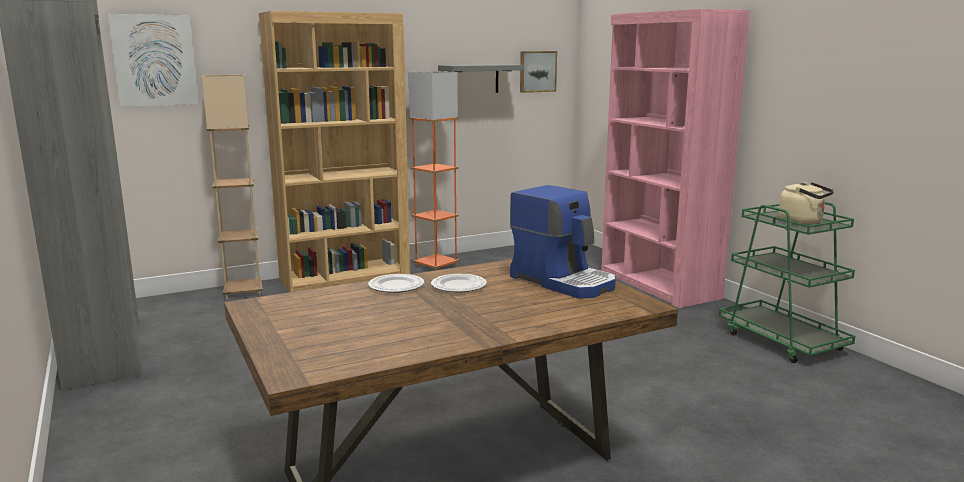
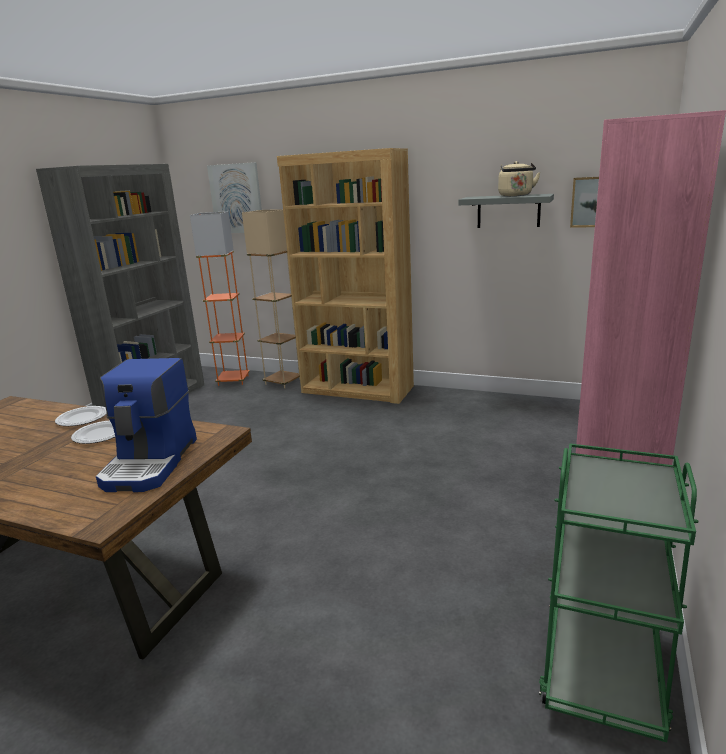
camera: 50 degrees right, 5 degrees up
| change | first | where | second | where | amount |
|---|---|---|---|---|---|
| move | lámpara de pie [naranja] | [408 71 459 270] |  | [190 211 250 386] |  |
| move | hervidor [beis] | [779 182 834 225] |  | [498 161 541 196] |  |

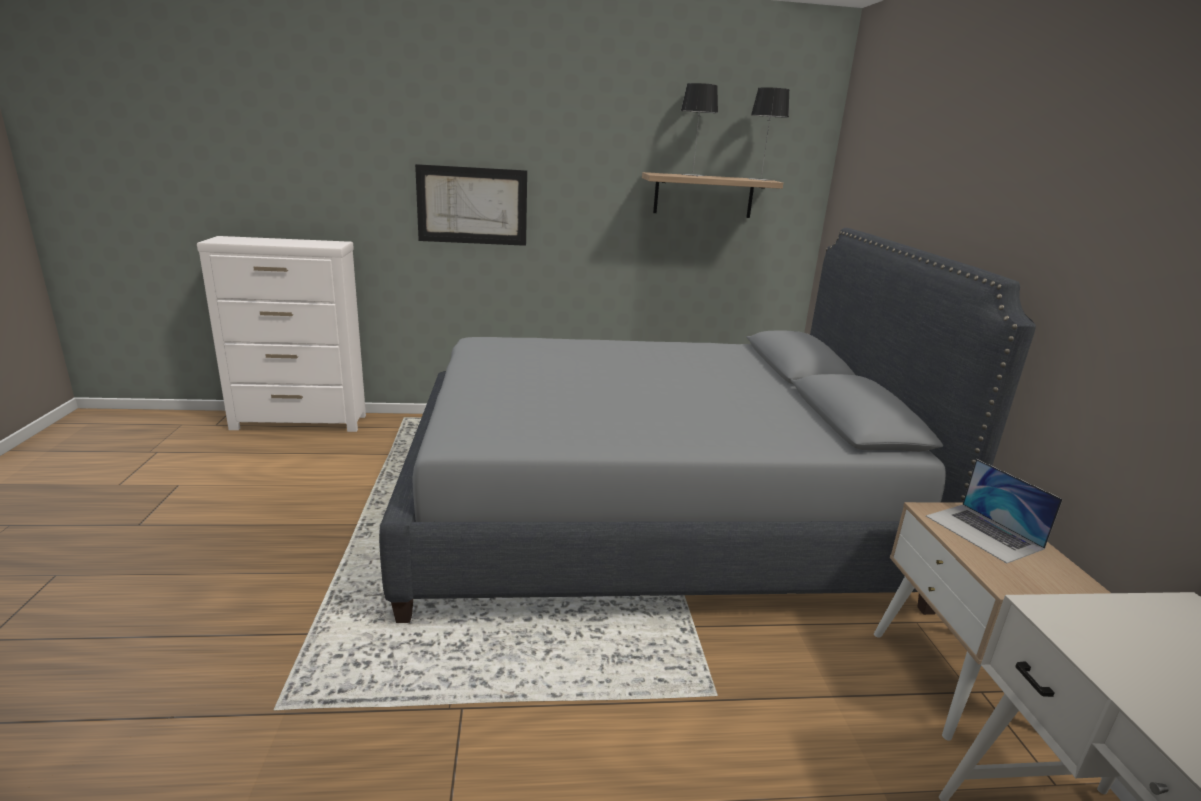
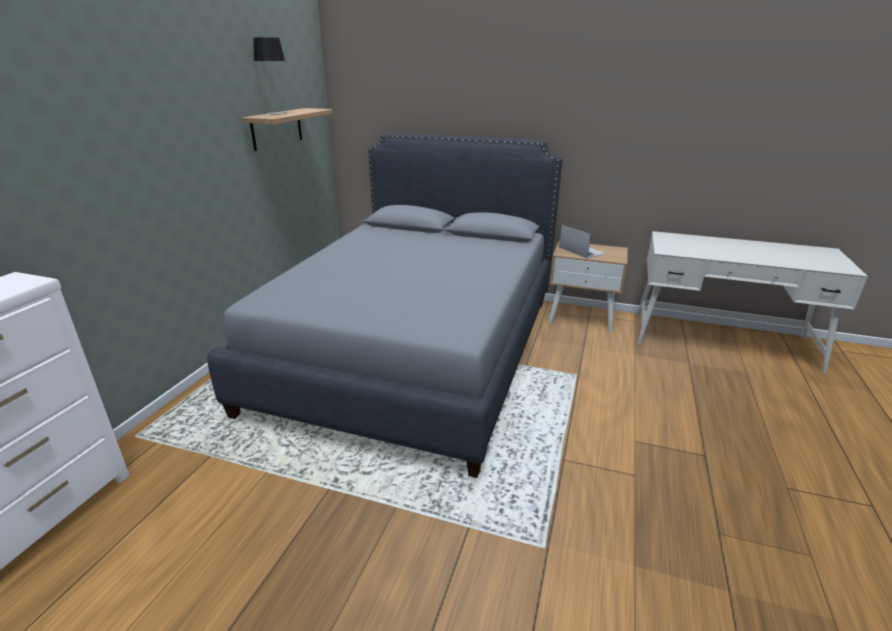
camera: 65 degrees left, 5 degrees up
| change | first | where | second | where | amount |
|---|---|---|---|---|---|
| delete | lámpara de mesa | [748 87 789 181] |  |  |  |
| delete | cuadro | [415 164 527 246] |  |  |  |
| rotate | portátil | [926 459 1063 563] |  | [559 225 606 259] | 120 degrees counterclockwise |

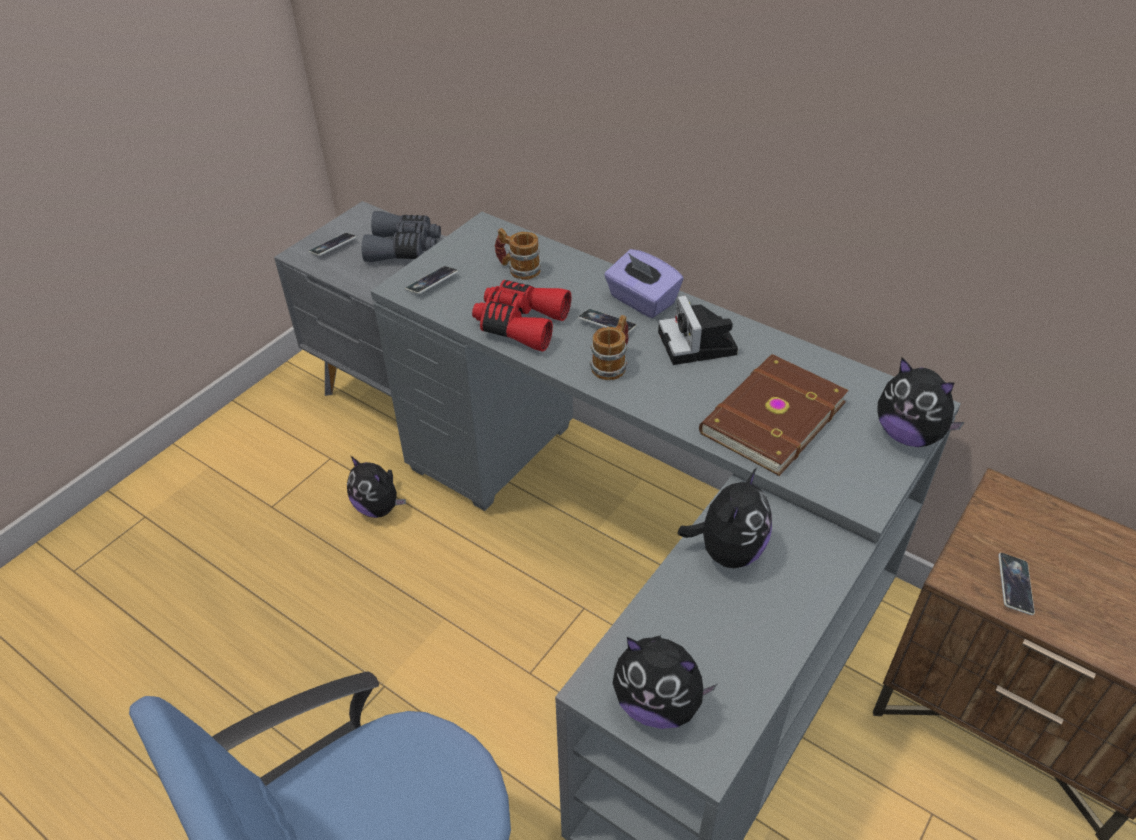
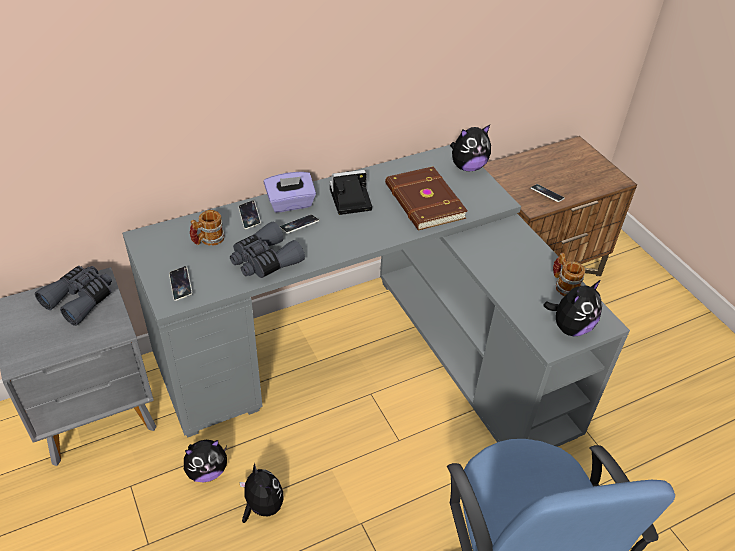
camera: 65 degrees left, 0 degrees up
| change | first | where | second | where | amount |
|---|---|---|---|---|---|
| move | móvil | [309 233 356 256] |  | [238 200 261 230] |  |
| recolor | prismáticos [rojo] | [472 280 571 352] | prismáticos [gris] | [230 221 305 278] |  |
| rotate | cámara | [658 295 738 365] |  | [329 170 372 215] | 150 degrees clockwise |
| move | taza grande | [589 315 629 380] |  | [553 253 585 296] |  |
| move | peluche | [678 468 772 568] |  | [239 463 283 523] |  |

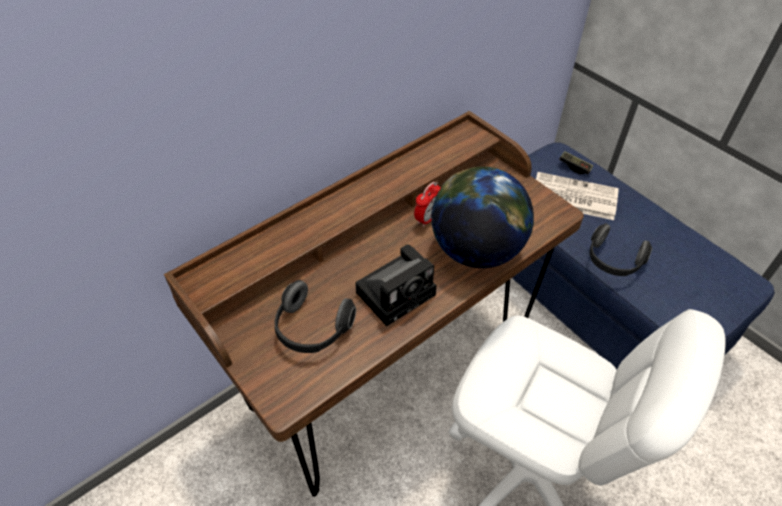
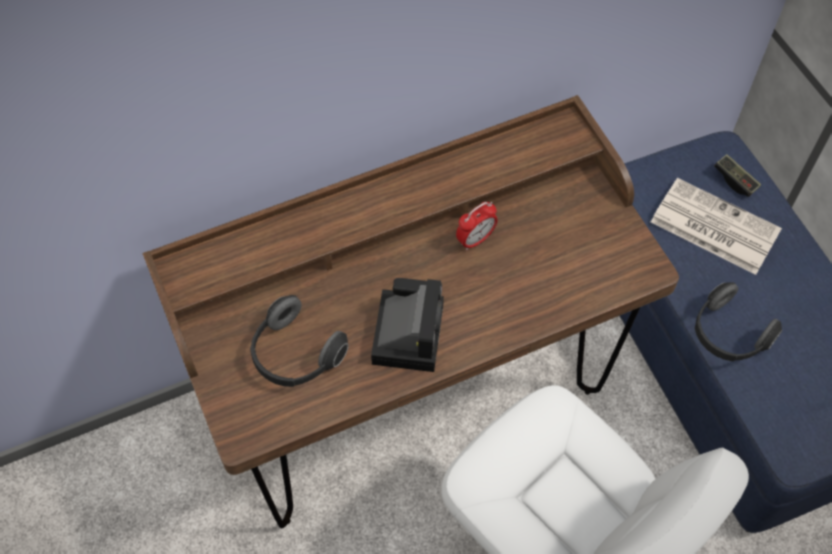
camera: 15 degrees right, 10 degrees up
| change | first | where | second | where | amount |
|---|---|---|---|---|---|
| delete | globo terráqueo | [431 167 534 268] |  |  |  |
| rotate | cámara | [355 244 437 326] |  | [371 278 444 372] | 60 degrees counterclockwise |

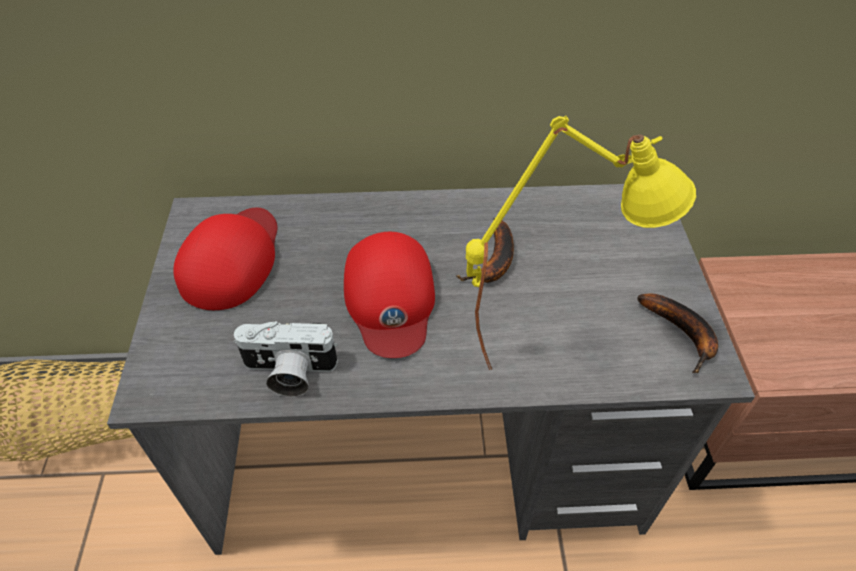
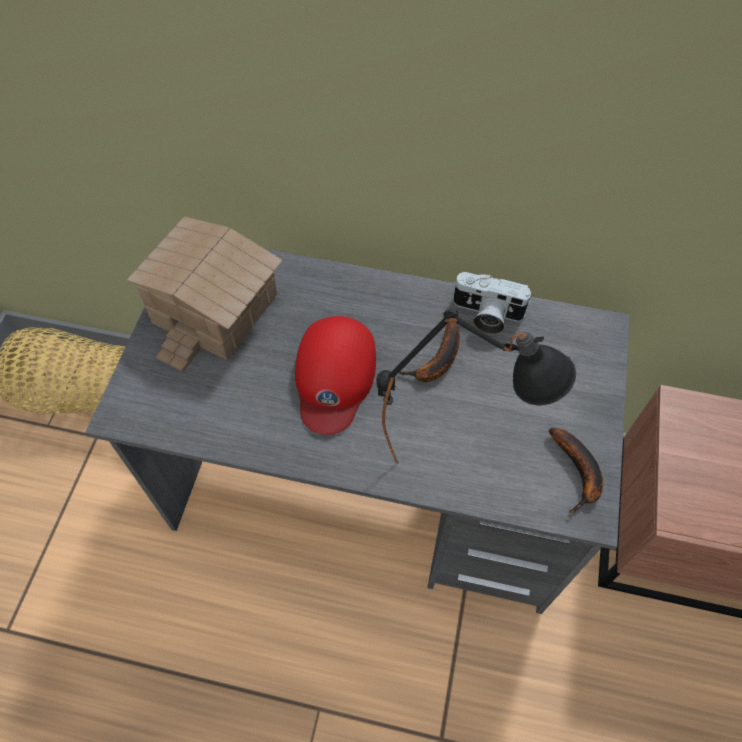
camera: 15 degrees right, 10 degrees up
| change | first | where | second | where | amount |
|---|---|---|---|---|---|
| recolor | lámpara de mesa [amarillo] | [466 116 696 370] | lámpara de mesa [negro] | [376 309 576 464] |  |
| replace | gorra [rojo] | [173 207 278 310] | casita | [127 217 282 372] |  |
| move | cámara | [233 321 338 397] |  | [453 272 531 334] |  |

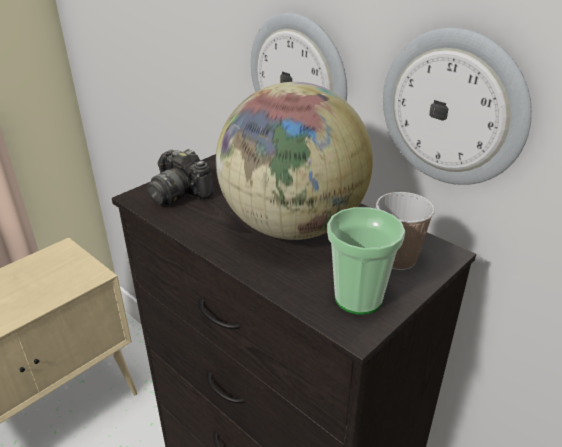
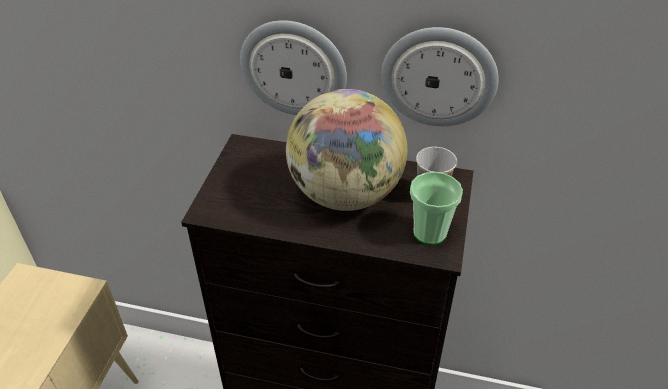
camera: 30 degrees left, 10 degrees up
| change | first | where | second | where | amount |
|---|---|---|---|---|---|
| delete | cámara | [147 149 214 205] |  |  |  |

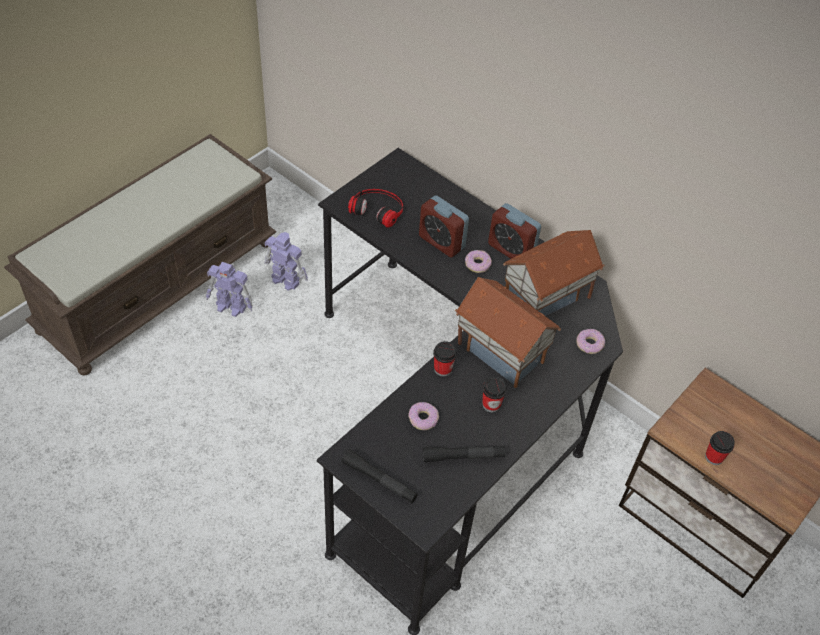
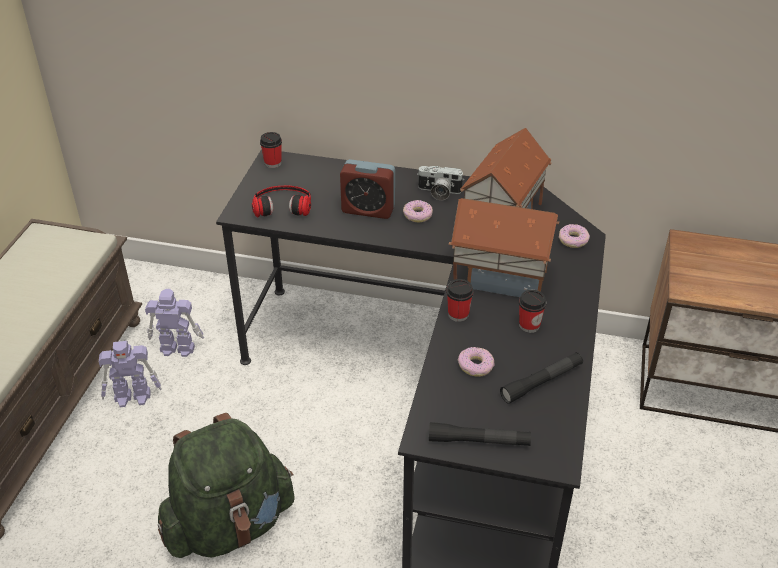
camera: 25 degrees left, 10 degrees down
| change | first | where | second | where | amount |
|---|---|---|---|---|---|
| replace | despertador | [488 203 541 259] | cámara | [417 166 463 200] |  |
| move | taza | [705 431 734 465] |  | [260 132 282 168] |  |
| insert |  |  | mochila [verde] | [158 413 295 558] |  |

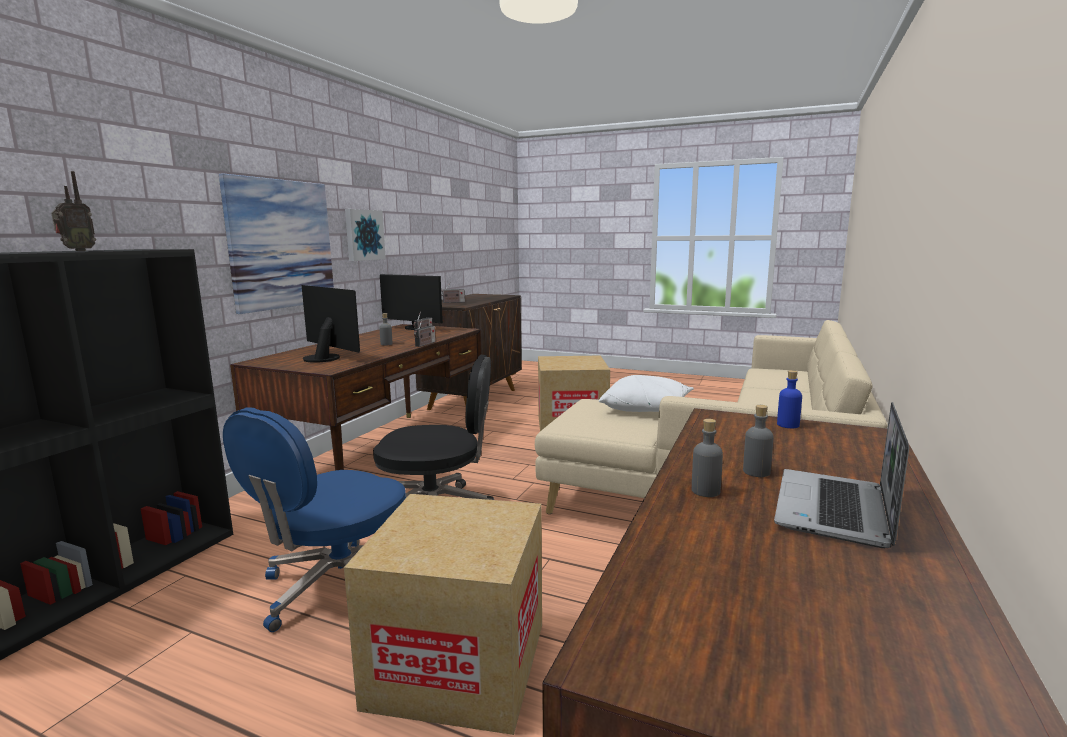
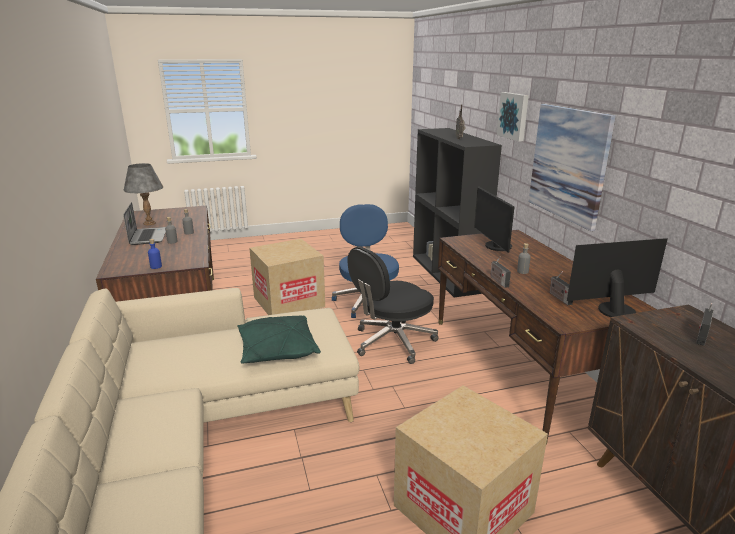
camera: 140 degrees right, 10 degrees up
| change | first | where | second | where | amount |
|---|---|---|---|---|---|
| move | cuadro | [345 209 386 261] |  | [497 92 529 142] |  |
| rotate | monitor | [302 285 360 363] |  | [474 187 515 253] | 75 degrees clockwise |
| recolor | cojín [blanco] | [599 375 694 412] | cojín [verde] | [237 315 321 364] |  |
| insert |  |  | lámpara de mesa [gris] | [123 163 163 225] |  |

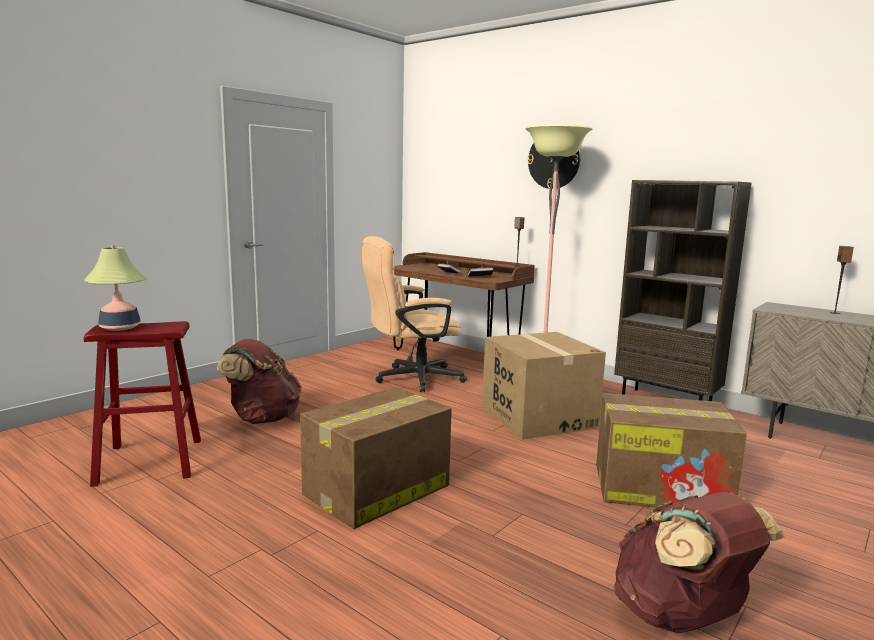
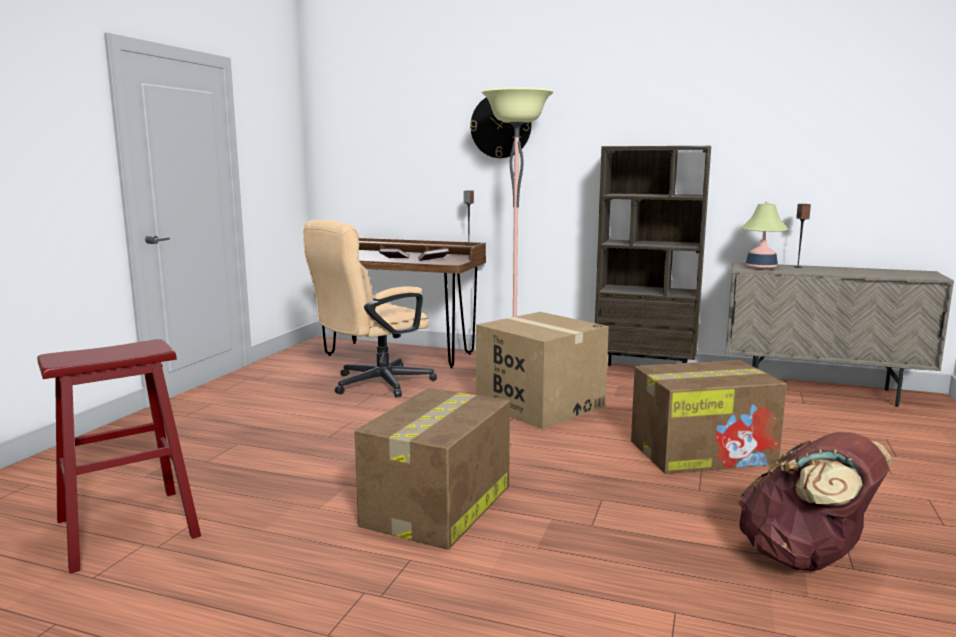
camera: 20 degrees left, 0 degrees up
| change | first | where | second | where | amount |
|---|---|---|---|---|---|
| move | lámpara de mesa | [84 245 147 331] |  | [741 202 789 269] |  |
| delete | mochila [marrón] | [217 339 302 424] |  |  |  |

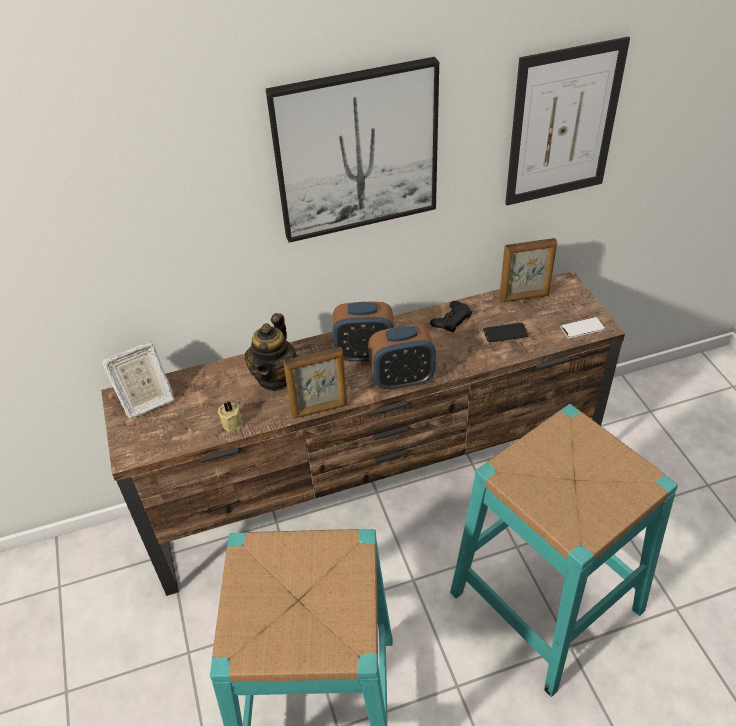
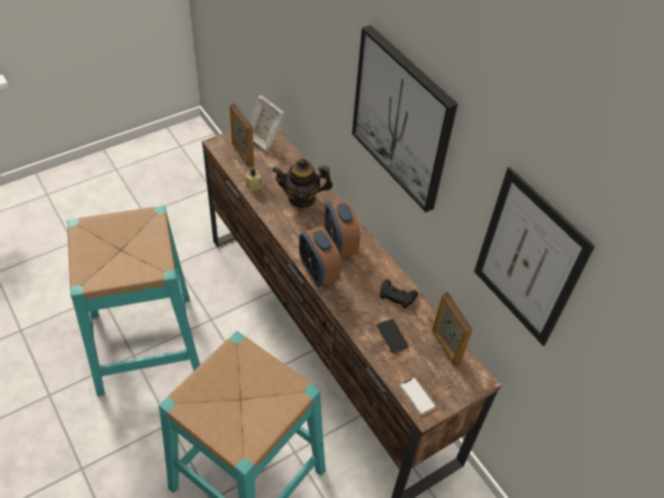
camera: 70 degrees right, 5 degrees up
| change | first | where | second | where | amount |
|---|---|---|---|---|---|
| move | portarretratos | [283 347 347 419] |  | [230 103 254 167] |  |

